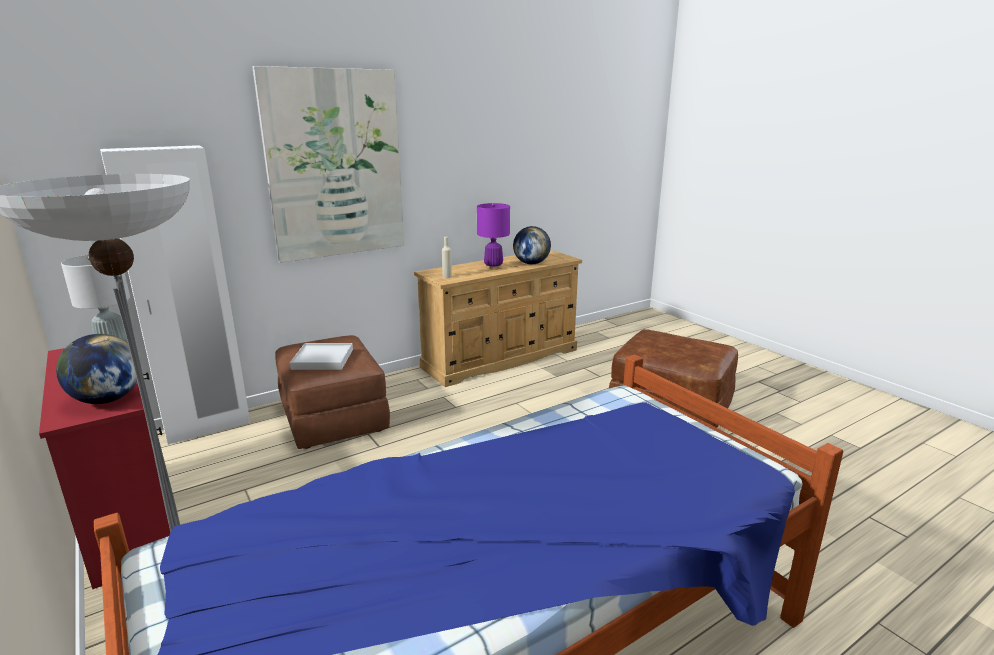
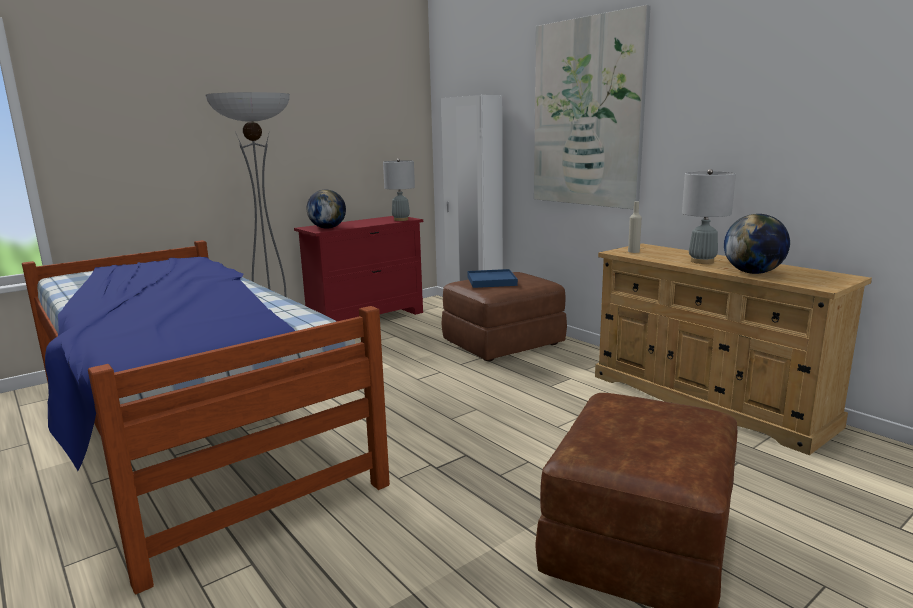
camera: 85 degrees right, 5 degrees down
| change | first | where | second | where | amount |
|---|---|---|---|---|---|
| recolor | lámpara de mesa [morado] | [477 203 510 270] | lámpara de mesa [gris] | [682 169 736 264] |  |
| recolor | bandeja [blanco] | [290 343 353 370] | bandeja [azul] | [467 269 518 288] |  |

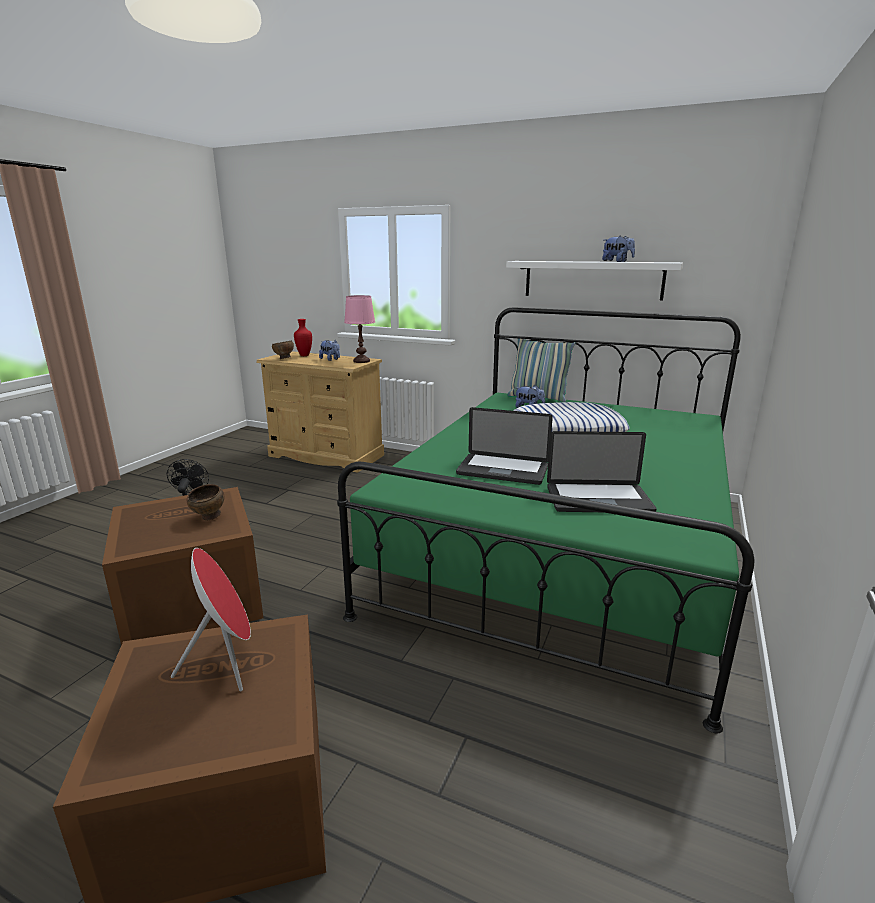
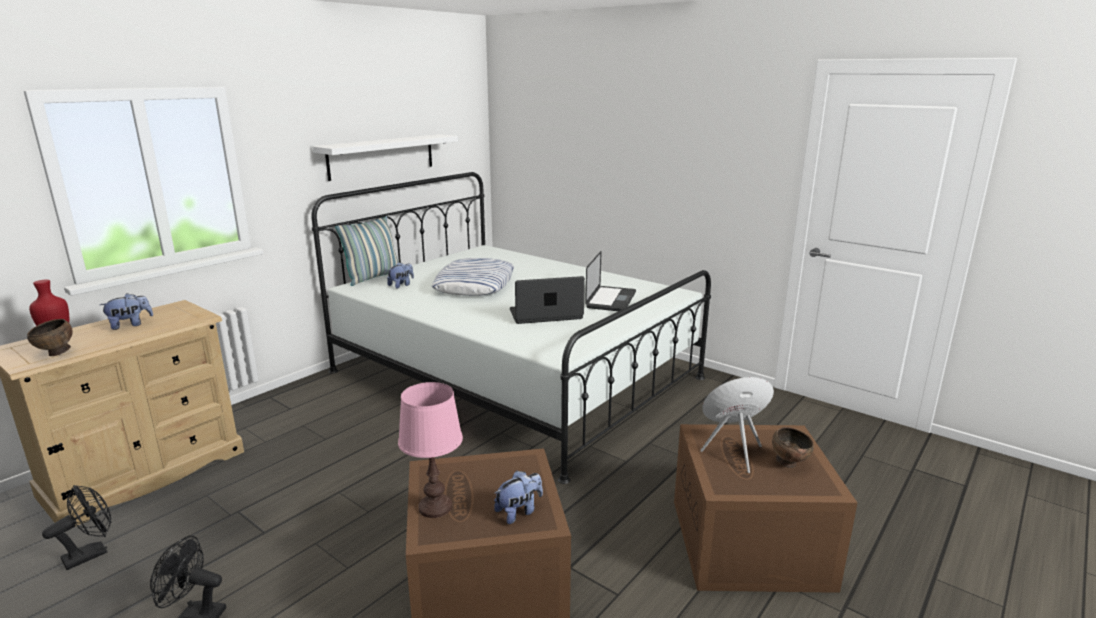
camera: 75 degrees left, 0 degrees up
| change | first | where | second | where | amount |
|---|---|---|---|---|---|
| move | peluche | [602 236 635 262] |  | [494 471 543 524] |  |
| move | lámpara de mesa [rosa] | [344 295 375 363] |  | [398 382 463 518] |  |
| recolor | cama [verde] | [337 307 755 734] | cama [blanco] | [311 172 711 484] |  |
| rotate | portátil | [456 407 553 485] |  | [510 276 585 324] | 135 degrees counterclockwise |
| move | cuenco [marrón] | [187 484 224 521] |  | [772 427 814 468] |  |
| insert |  |  | ventilador [negro] | [42 485 111 570] |  |

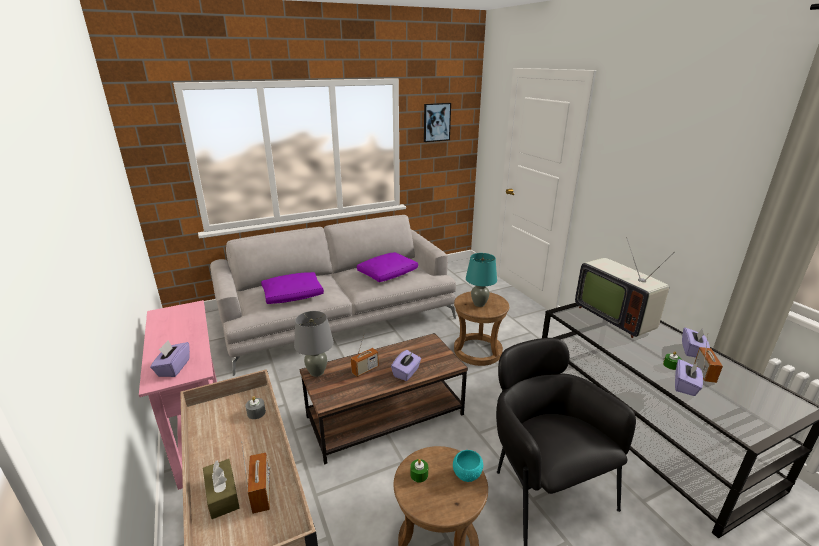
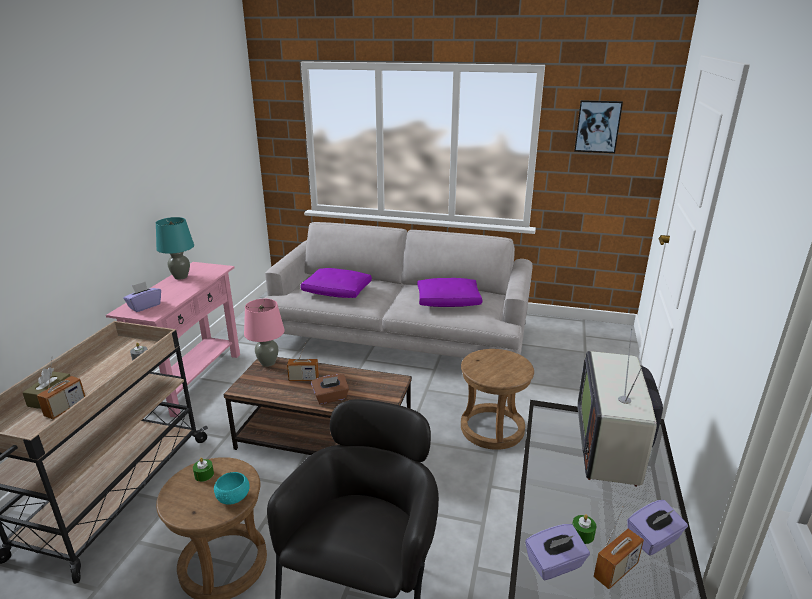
camera: 40 degrees right, 0 degrees up
| change | first | where | second | where | amount |
|---|---|---|---|---|---|
| move | lámpara de mesa [turquesa] | [466 253 497 307] |  | [156 217 194 280] |  |
| recolor | lámpara de mesa [gris] | [294 311 334 377] | lámpara de mesa [rosa] | [244 299 285 367] |  |
| recolor | caja de pañuelos [morado] | [391 350 421 381] | caja de pañuelos [marrón] | [311 374 349 404] |  |

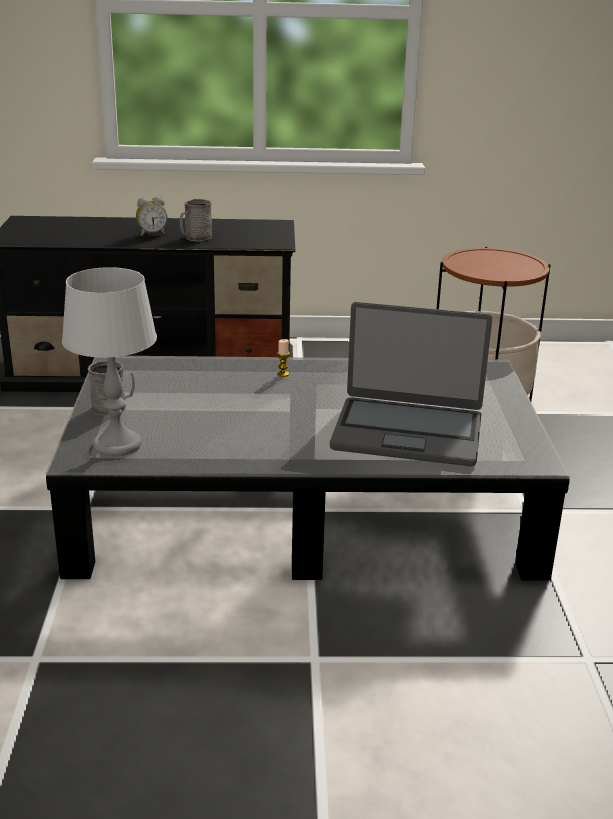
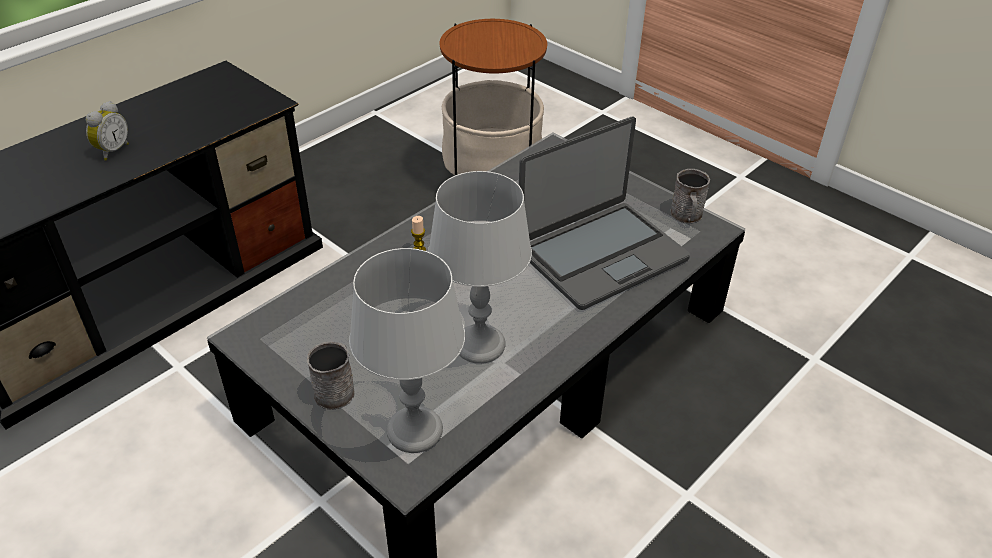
camera: 45 degrees left, 15 degrees up
| change | first | where | second | where | amount |
|---|---|---|---|---|---|
| move | taza grande [gris] | [180 199 212 242] |  | [670 169 710 224] |  |
| insert |  |  | lámpara de mesa [gris] | [428 171 532 364] |  |

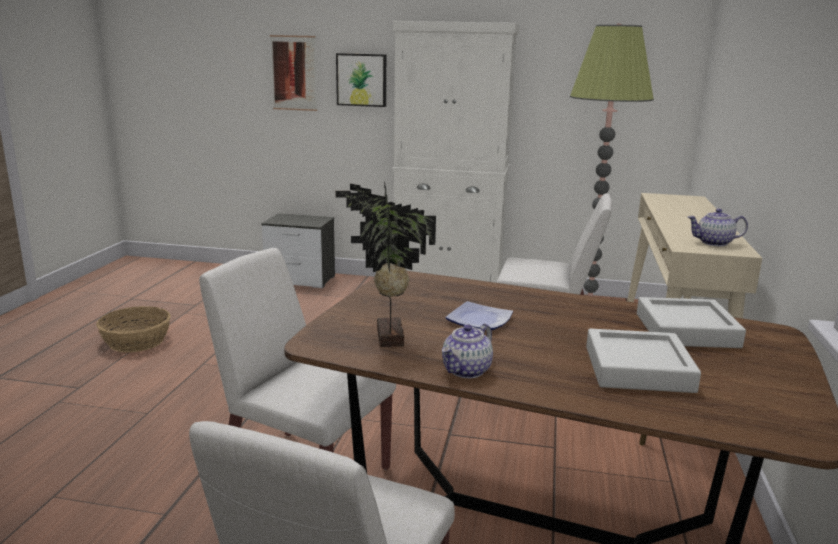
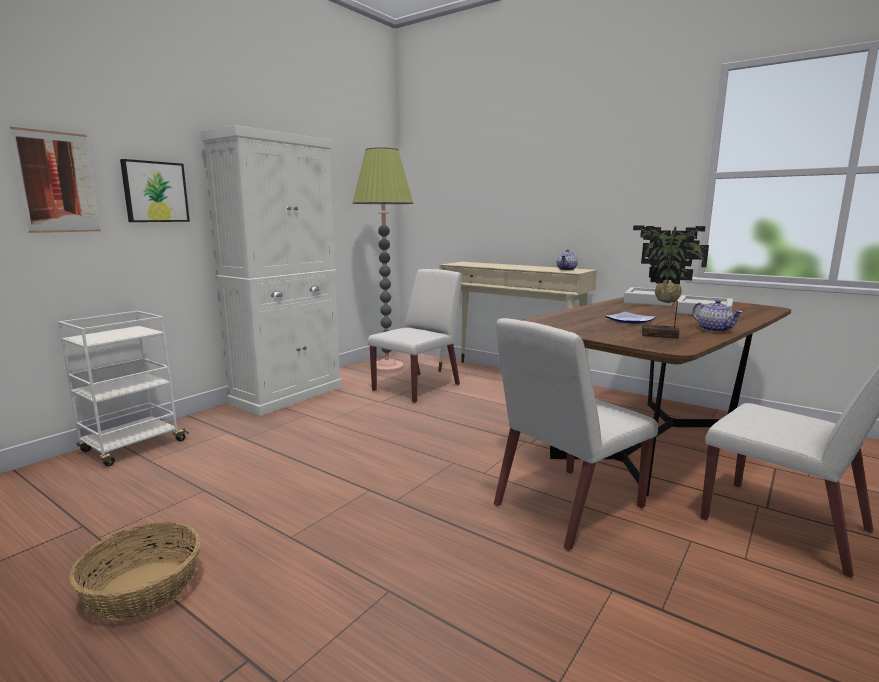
camera: 65 degrees left, 5 degrees down
| change | first | where | second | where | amount |
|---|---|---|---|---|---|
| replace | mesita de noche | [261 213 335 288] | carrito [blanco] | [58 311 189 466] |  |

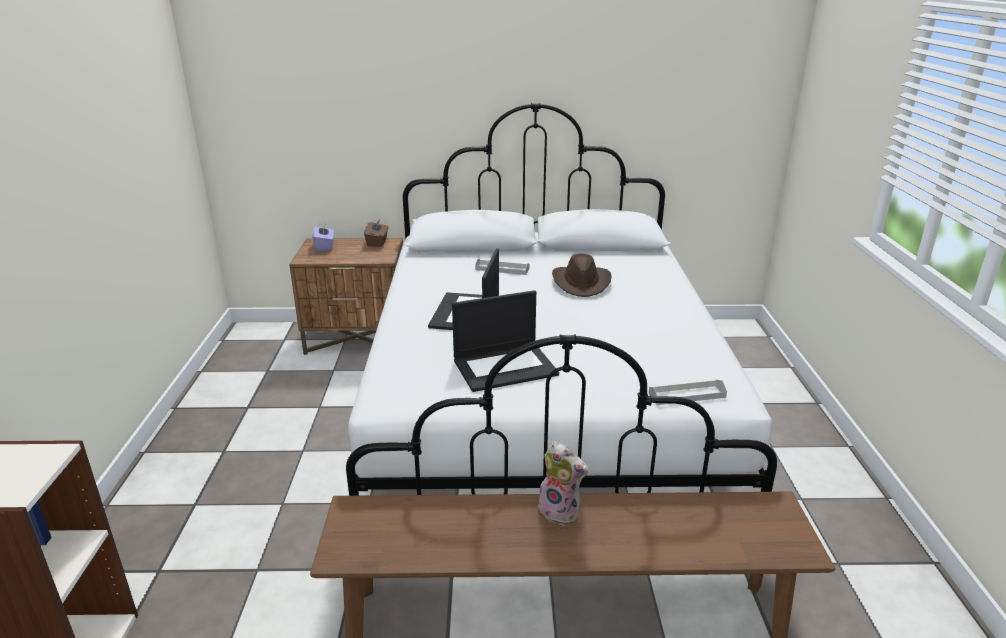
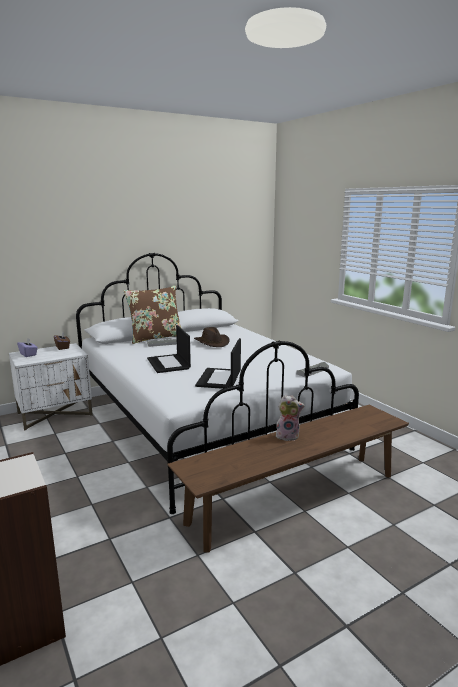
camera: 30 degrees left, 10 degrees down
| change | first | where | second | where | amount |
|---|---|---|---|---|---|
| recolor | mesita de noche [marrón] | [289 238 403 355] | mesita de noche [blanco] | [9 343 93 431] |  |
| rotate | portátil | [452 290 559 392] |  | [195 338 241 389] | 150 degrees clockwise |
| insert |  |  | cojín [marrón] | [123 285 182 344] |  |

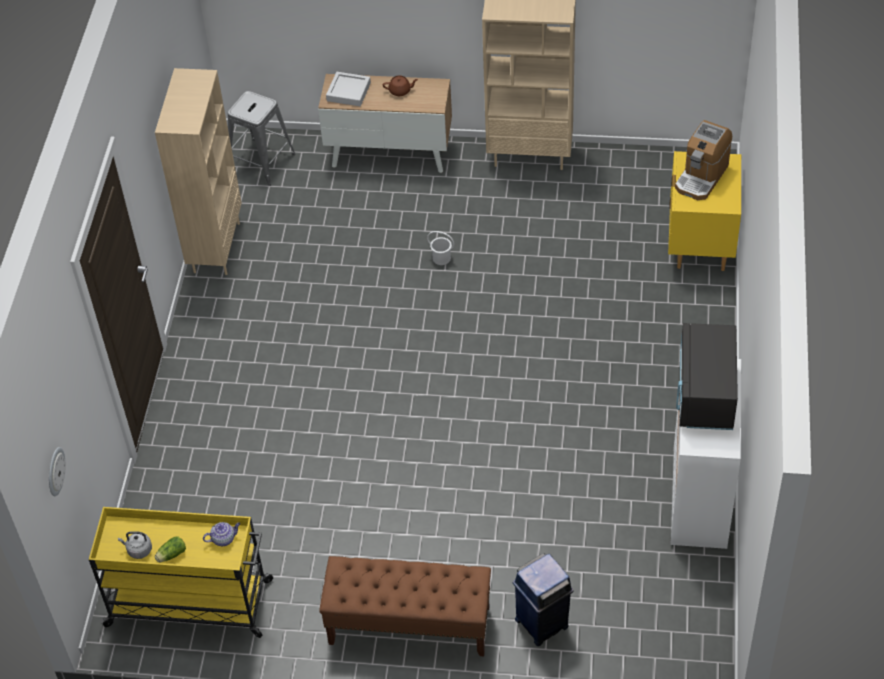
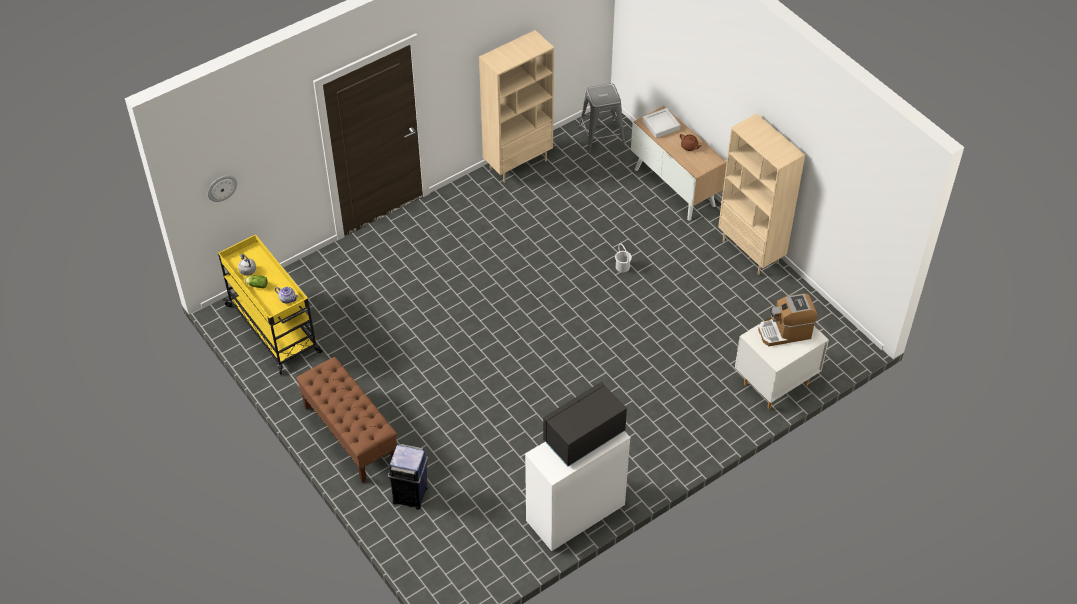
camera: 45 degrees right, 0 degrees up
| change | first | where | second | where | amount |
|---|---|---|---|---|---|
| recolor | mesita de noche [amarillo] | [668 151 741 271] | mesita de noche [blanco] | [735 317 829 409] |  |

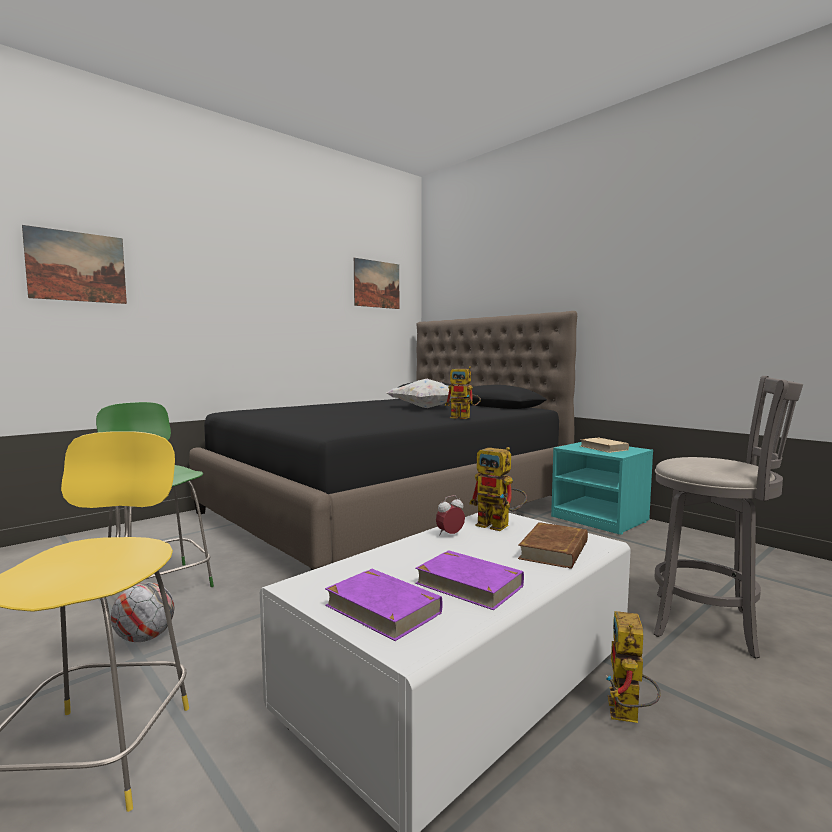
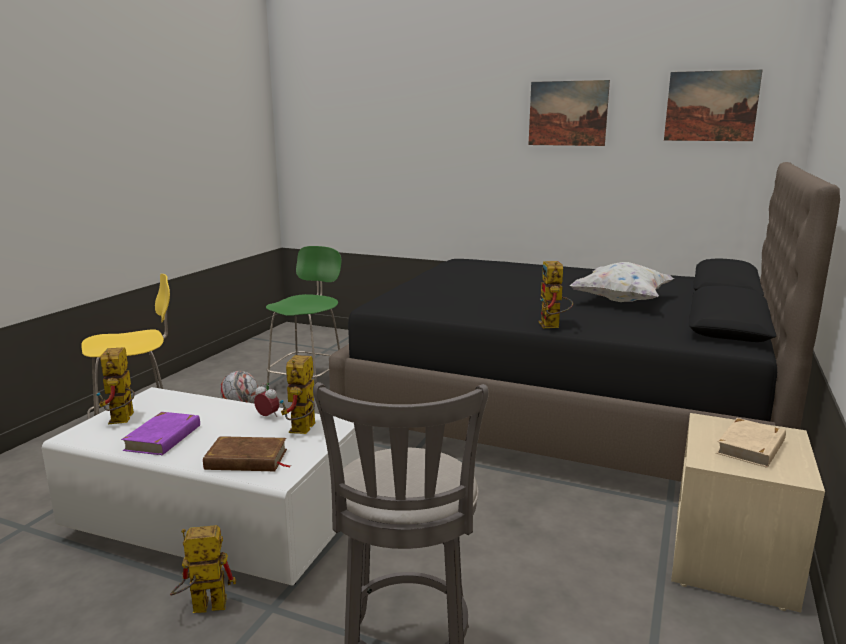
camera: 65 degrees right, 10 degrees up
| change | first | where | second | where | amount |
|---|---|---|---|---|---|
| move | cuadro | [22 225 127 304] |  | [529 80 610 146] |  |
| recolor | mesita de noche [turquesa] | [551 442 653 534] | mesita de noche [beis] | [671 413 825 613] |  |
| replace | libro [morado] | [325 569 442 641] | robot de juguete | [96 347 135 424] |  |

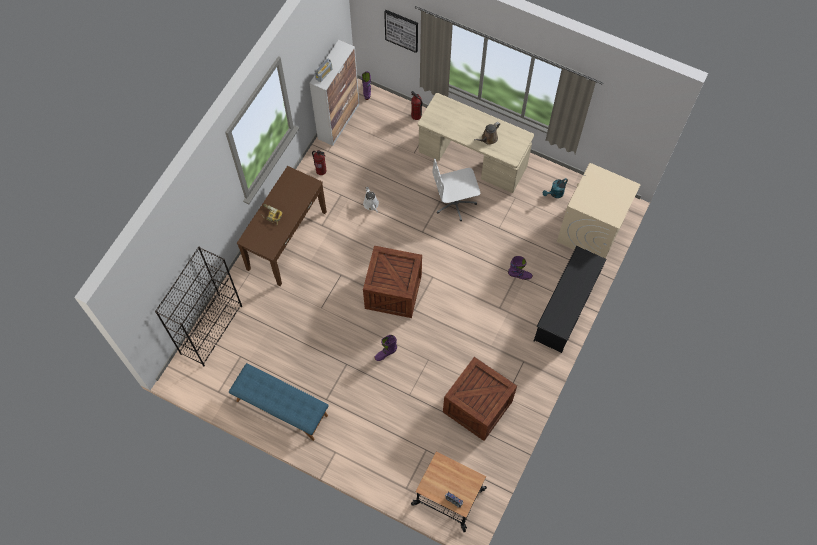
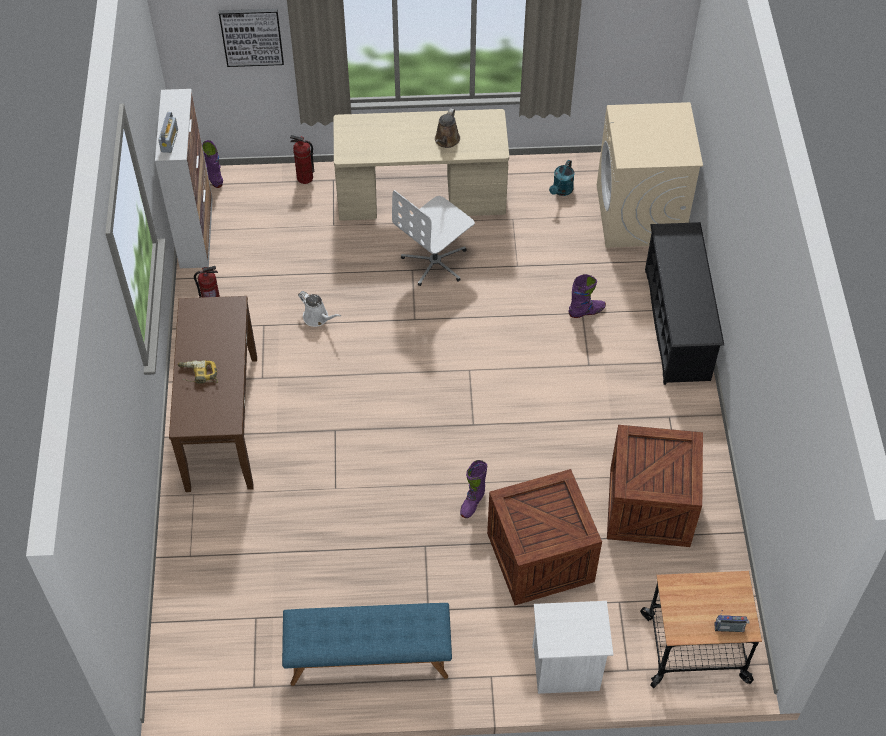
camera: 30 degrees left, 10 degrees down
| change | first | where | second | where | amount |
|---|---|---|---|---|---|
| move | caja de embalaje | [363 246 422 318] |  | [487 469 602 605] |  |
| delete | estantería [negro] | [155 247 242 366] |  |  |  |
| insert |  |  | mesita de noche [blanco] | [532 601 613 694] |  |

